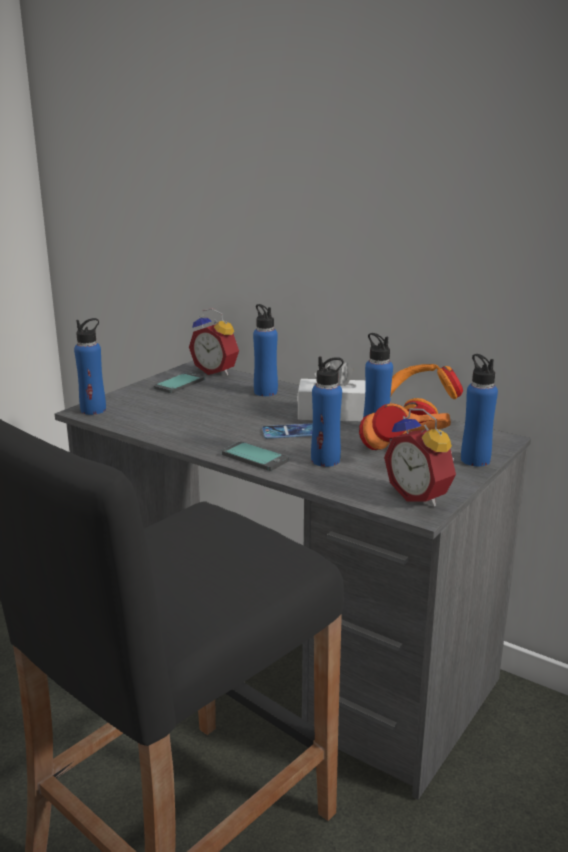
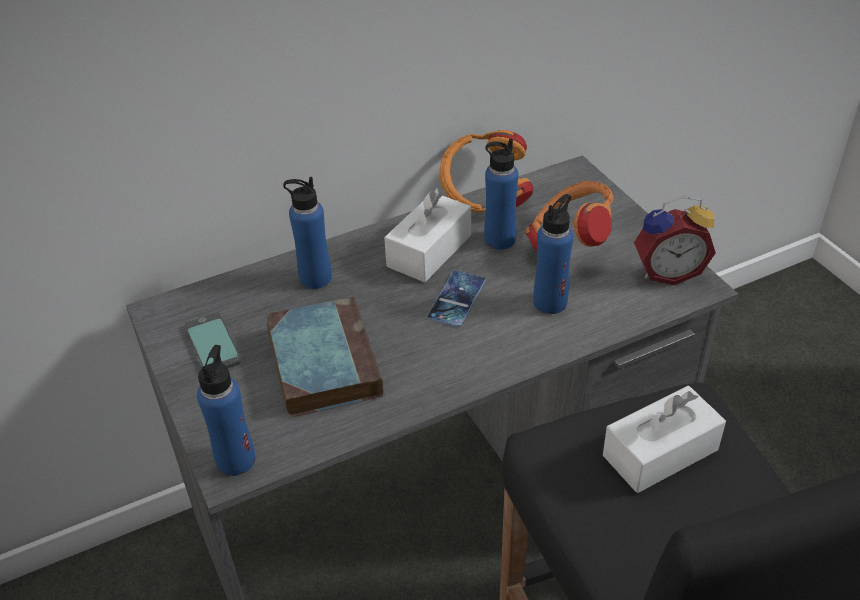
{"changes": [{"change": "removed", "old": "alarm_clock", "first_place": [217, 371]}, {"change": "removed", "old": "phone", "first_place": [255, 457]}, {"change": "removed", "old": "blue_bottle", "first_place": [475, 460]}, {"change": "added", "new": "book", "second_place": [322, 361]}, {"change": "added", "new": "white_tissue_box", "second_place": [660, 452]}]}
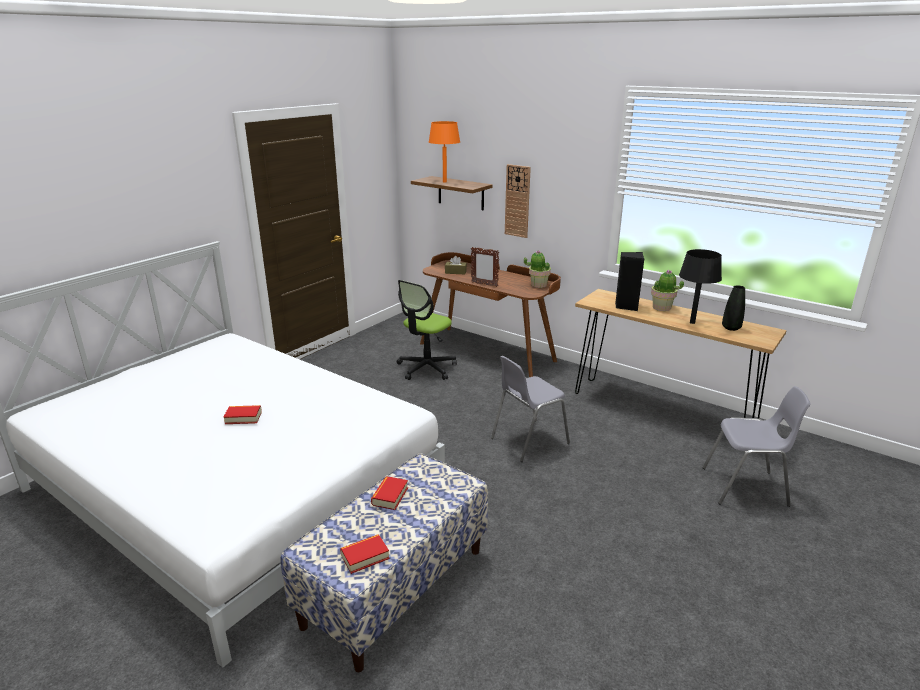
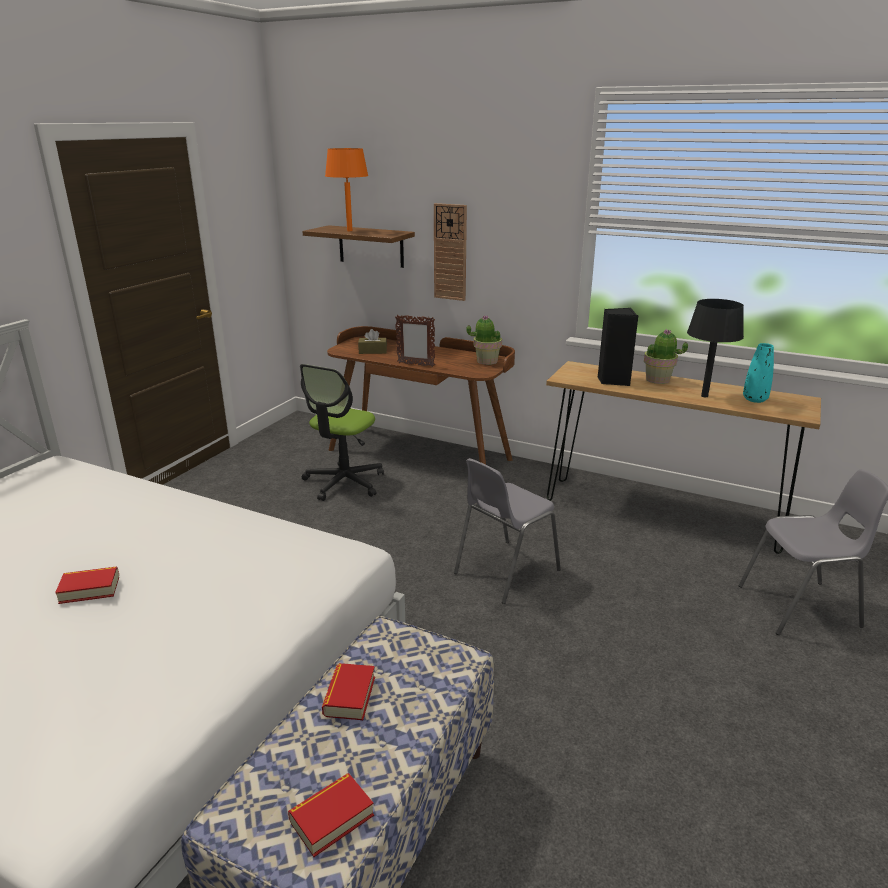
{"changes": [{"change": "recoloured", "old": "black_vase", "new": "turquoise_vase", "first_place": [731, 328], "second_place": [755, 399]}]}
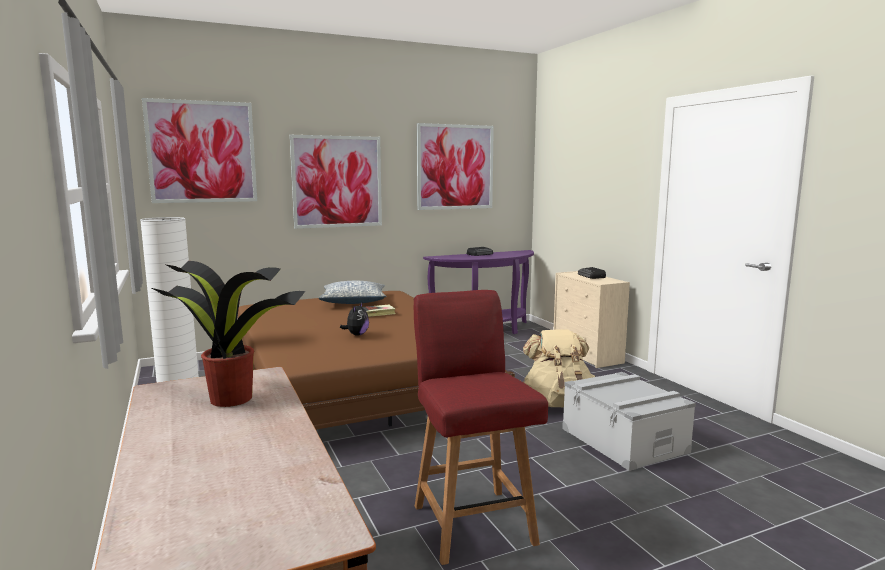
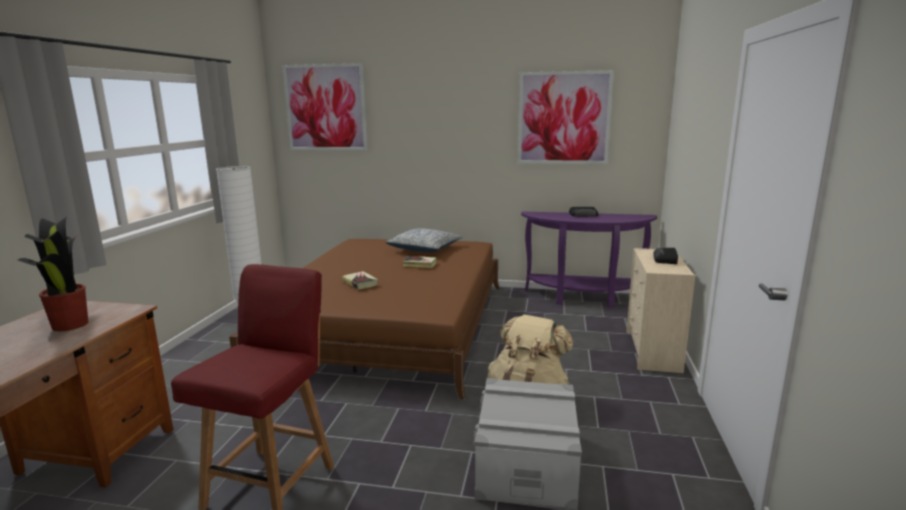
{"changes": [{"change": "removed", "old": "picture", "first_place": [337, 182]}, {"change": "replaced", "old": "plush_toy", "new": "book", "first_place": [356, 334], "second_place": [360, 283]}]}
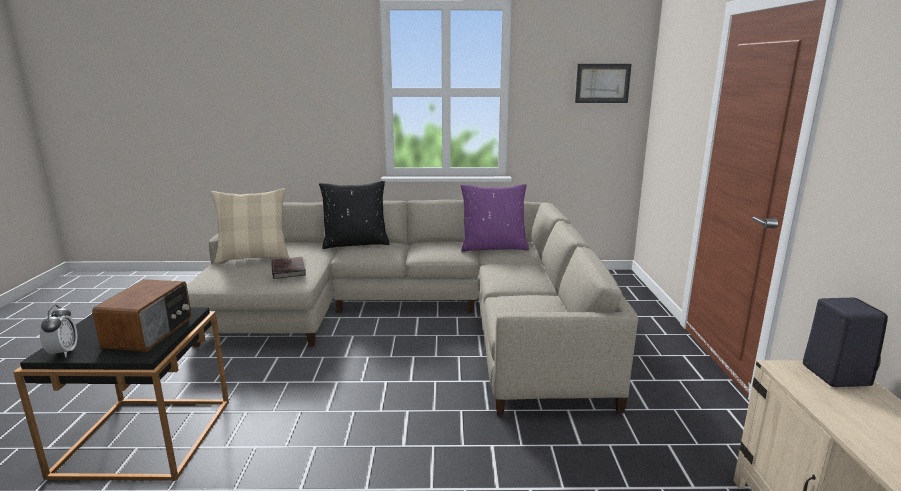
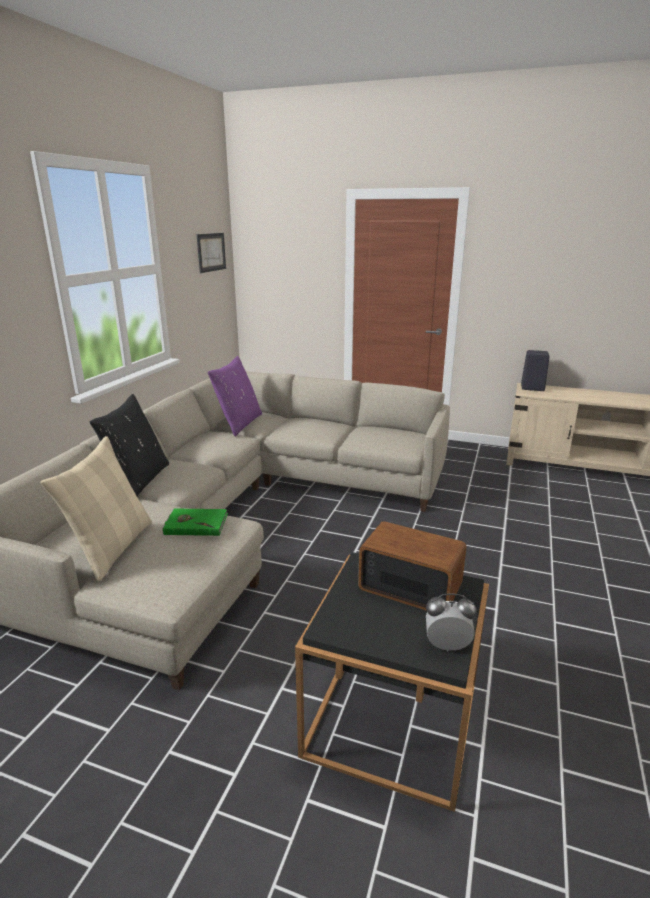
{"changes": [{"change": "recoloured", "old": "brown_book", "new": "green_book", "first_place": [289, 269], "second_place": [196, 524]}]}
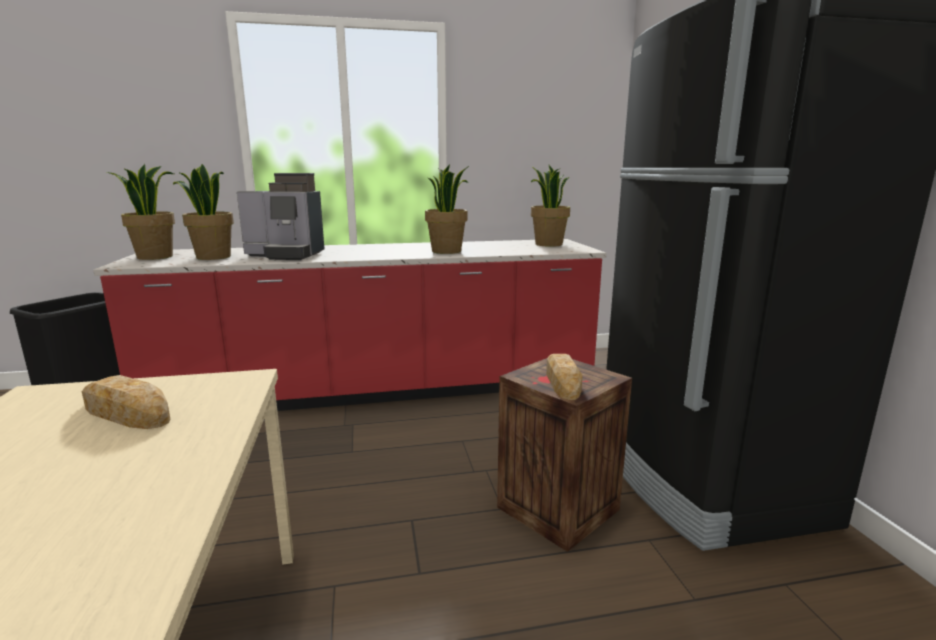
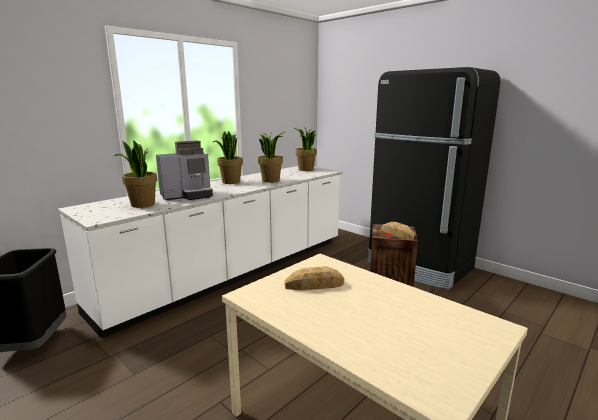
{"changes": [{"change": "recoloured", "old": "red_counter", "new": "white_counter", "first_place": [379, 390], "second_place": [233, 272]}, {"change": "moved", "old": "potted_plant", "first_place": [155, 257], "second_place": [230, 182]}]}
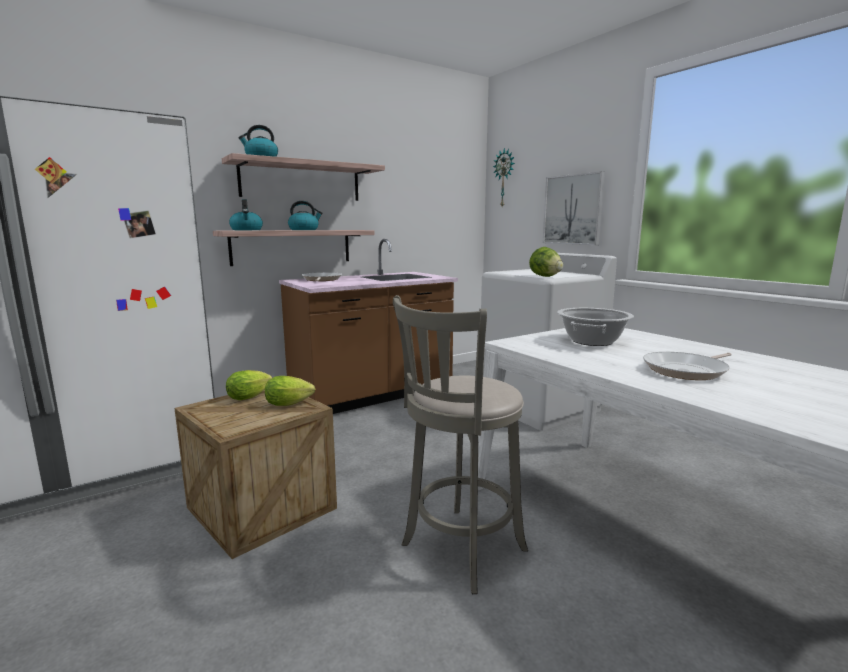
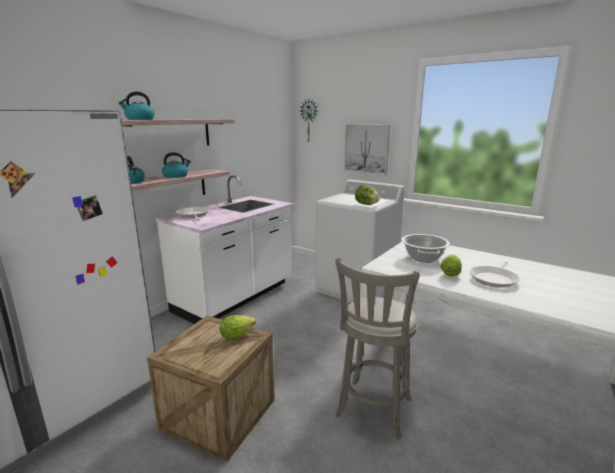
{"changes": [{"change": "moved", "old": "lettuce", "first_place": [251, 397], "second_place": [450, 273]}, {"change": "recoloured", "old": "brown_counter", "new": "white_counter", "first_place": [373, 395], "second_place": [235, 297]}]}
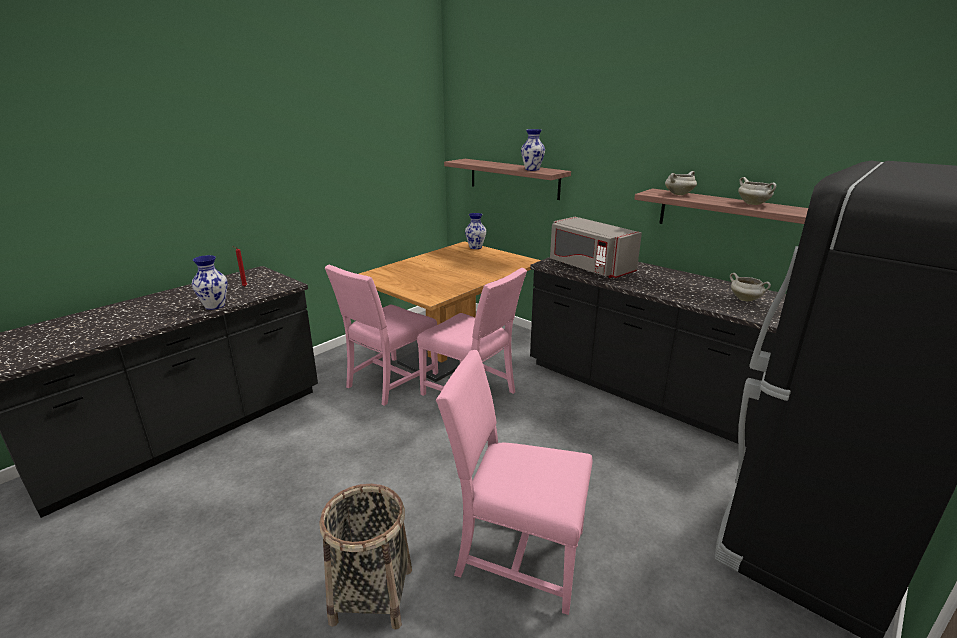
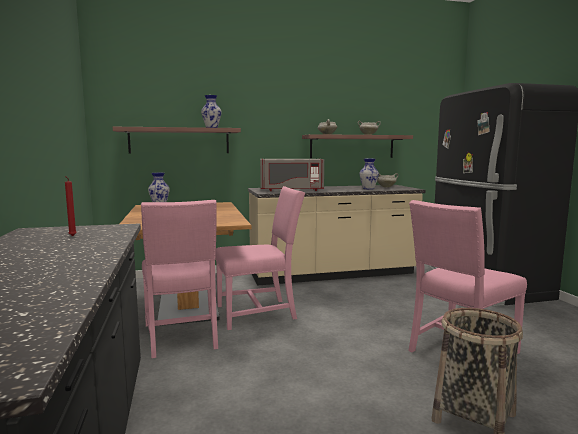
{"changes": [{"change": "moved", "old": "vase", "first_place": [214, 306], "second_place": [368, 188]}, {"change": "recoloured", "old": "black_counter", "new": "beige_counter", "first_place": [639, 391], "second_place": [333, 274]}]}
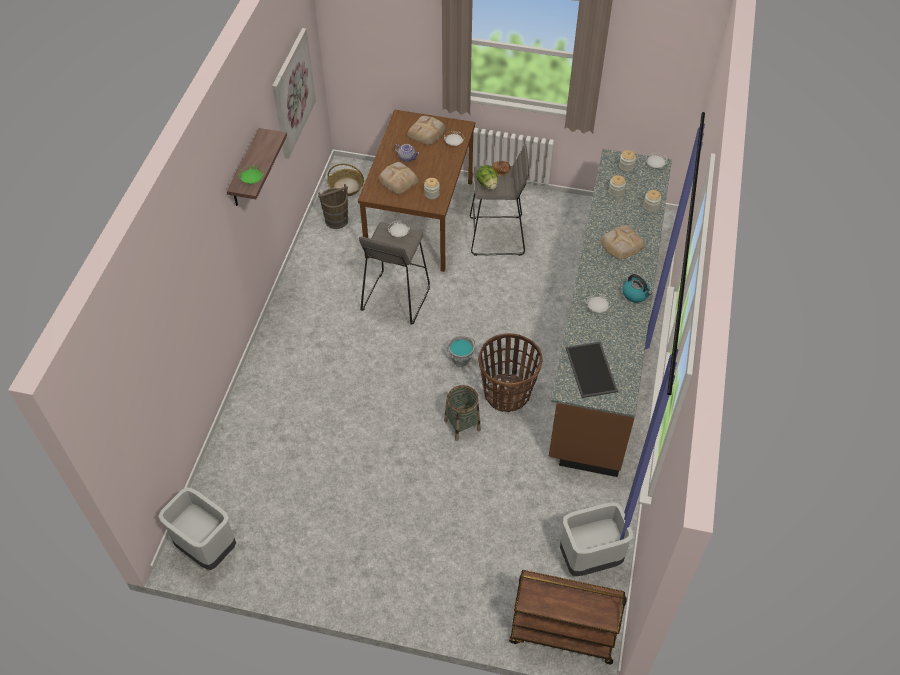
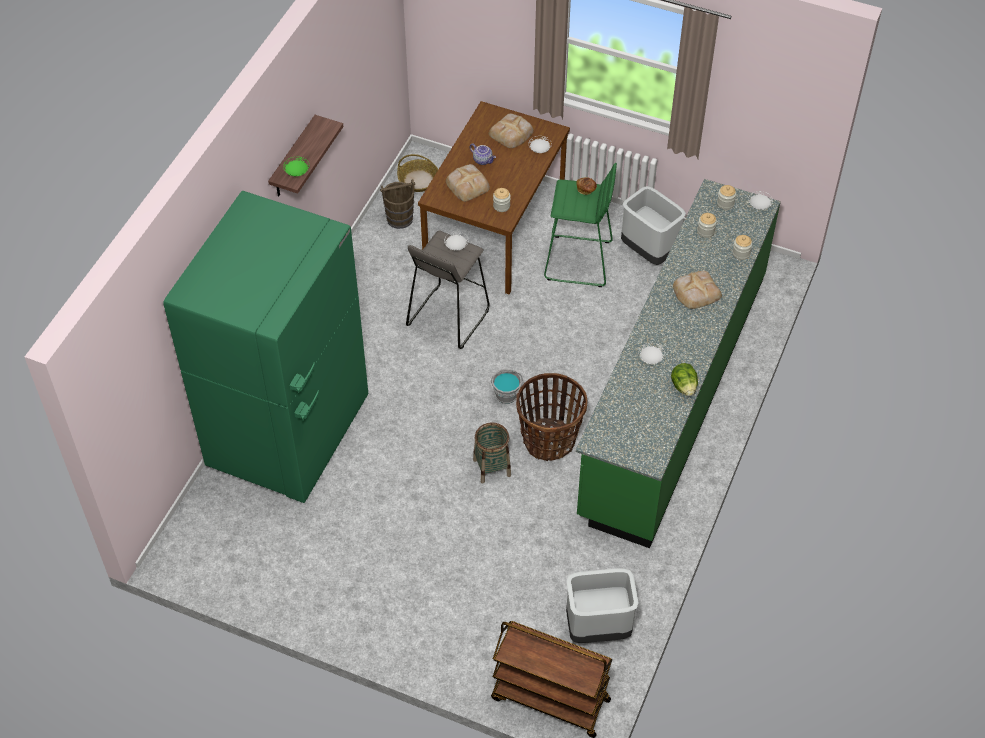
{"changes": [{"change": "moved", "old": "grey_trash_can", "first_place": [206, 548], "second_place": [648, 252]}, {"change": "removed", "old": "picture", "first_place": [292, 93]}, {"change": "recoloured", "old": "grey_stool", "new": "green_stool", "first_place": [497, 236], "second_place": [578, 261]}, {"change": "moved", "old": "lettuce", "first_place": [487, 184], "second_place": [684, 386]}, {"change": "recoloured", "old": "brown_counter", "new": "green_counter", "first_place": [603, 337], "second_place": [672, 393]}, {"change": "removed", "old": "tray", "first_place": [592, 370]}, {"change": "removed", "old": "kettle", "first_place": [635, 294]}, {"change": "added", "new": "green_fridge", "second_place": [290, 434]}]}
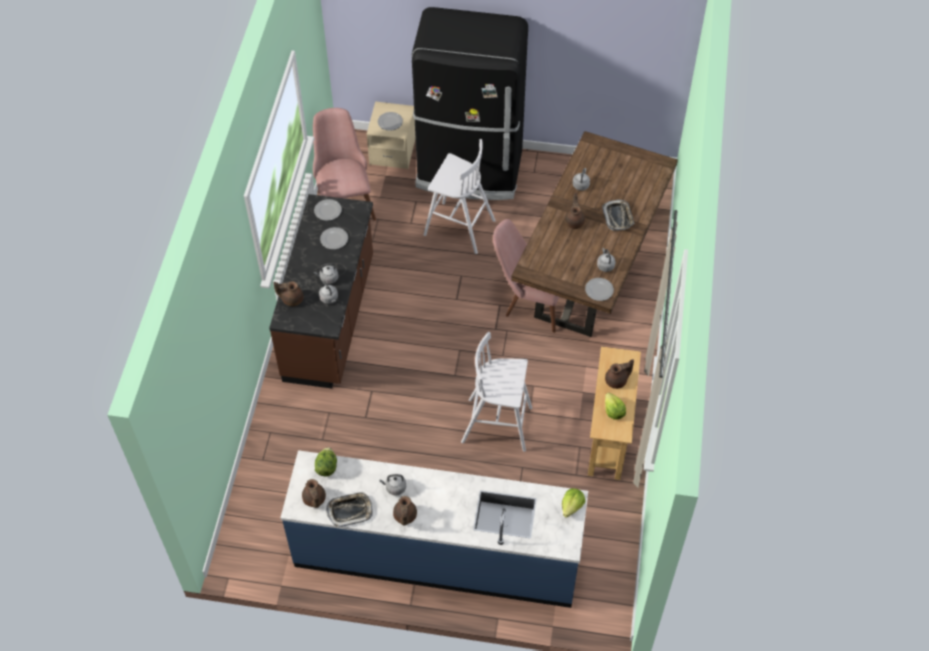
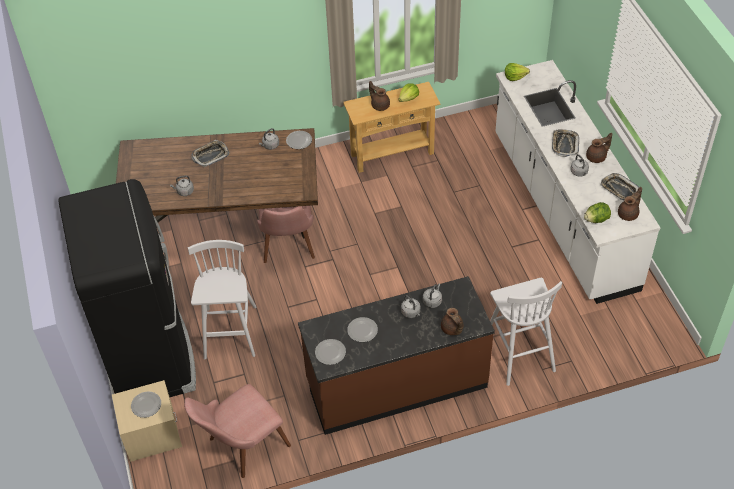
{"changes": [{"change": "recoloured", "old": "blue_counter", "new": "white_counter", "first_place": [437, 554], "second_place": [562, 211]}, {"change": "moved", "old": "white_stool", "first_place": [498, 425], "second_place": [518, 352]}, {"change": "removed", "old": "brown_teapot", "first_place": [574, 221]}, {"change": "added", "new": "tray", "second_place": [564, 145]}]}
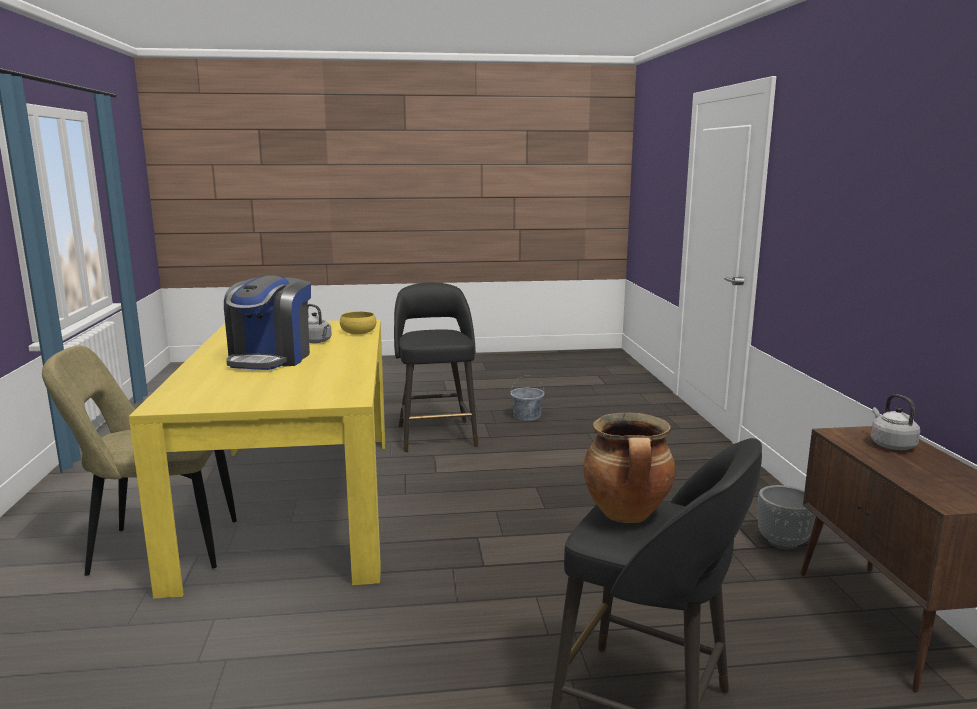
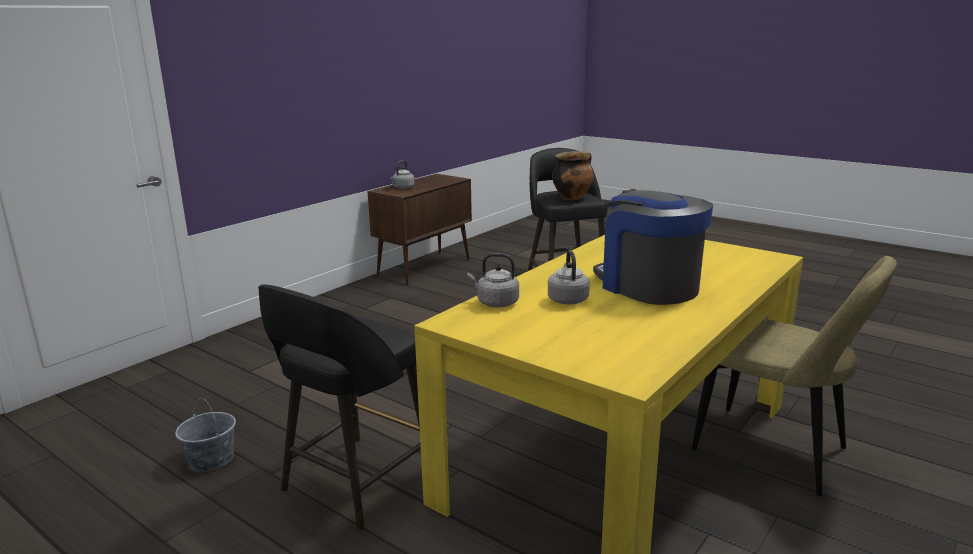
{"changes": [{"change": "turned", "old": "coffee_machine", "first_place": [271, 359], "second_place": [647, 286], "degrees": -90}, {"change": "replaced", "old": "yellow_bowl", "new": "grey_kettle", "first_place": [358, 332], "second_place": [495, 303]}, {"change": "removed", "old": "grey_planter", "first_place": [782, 543]}]}
